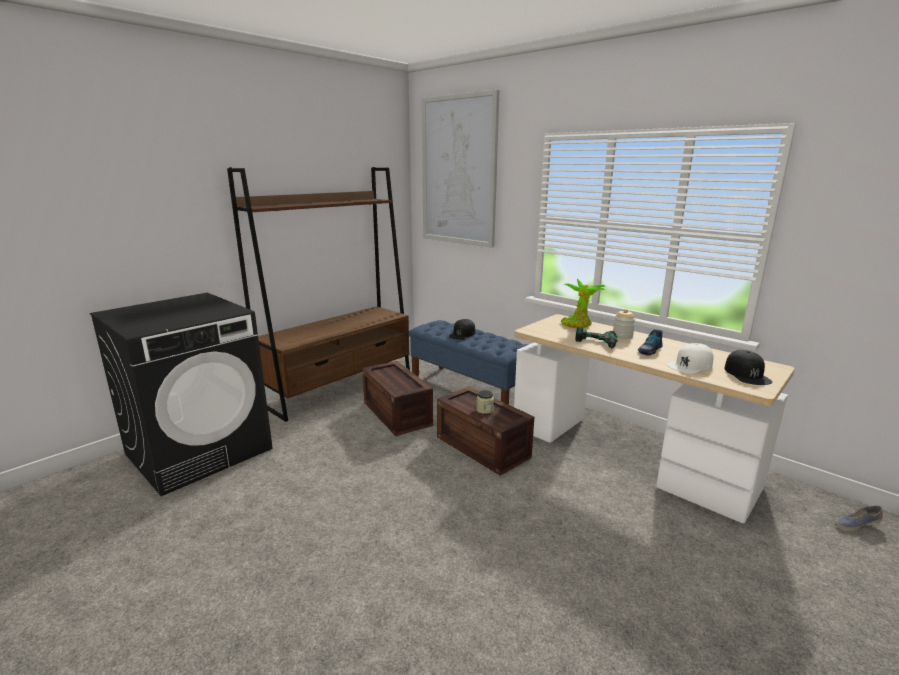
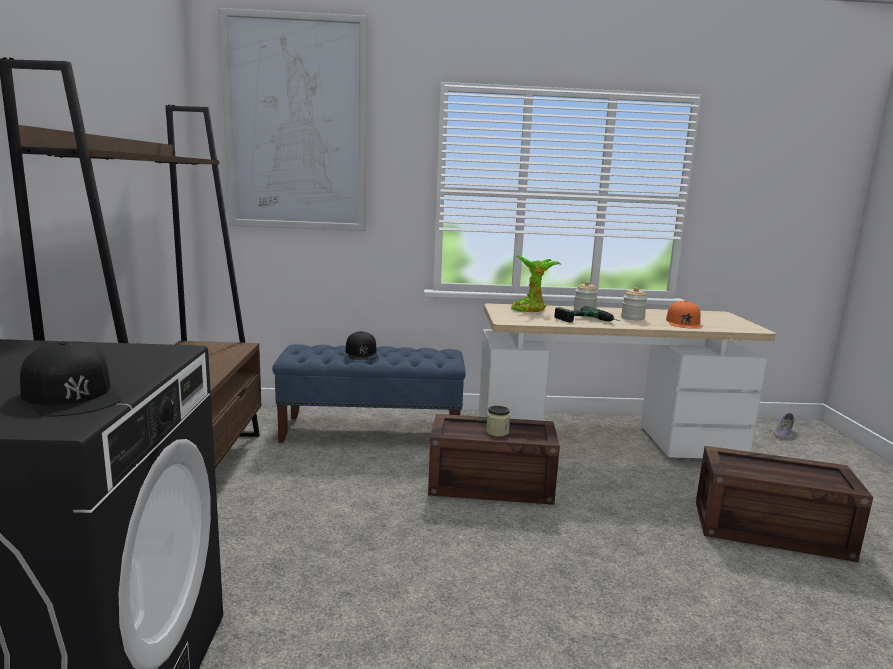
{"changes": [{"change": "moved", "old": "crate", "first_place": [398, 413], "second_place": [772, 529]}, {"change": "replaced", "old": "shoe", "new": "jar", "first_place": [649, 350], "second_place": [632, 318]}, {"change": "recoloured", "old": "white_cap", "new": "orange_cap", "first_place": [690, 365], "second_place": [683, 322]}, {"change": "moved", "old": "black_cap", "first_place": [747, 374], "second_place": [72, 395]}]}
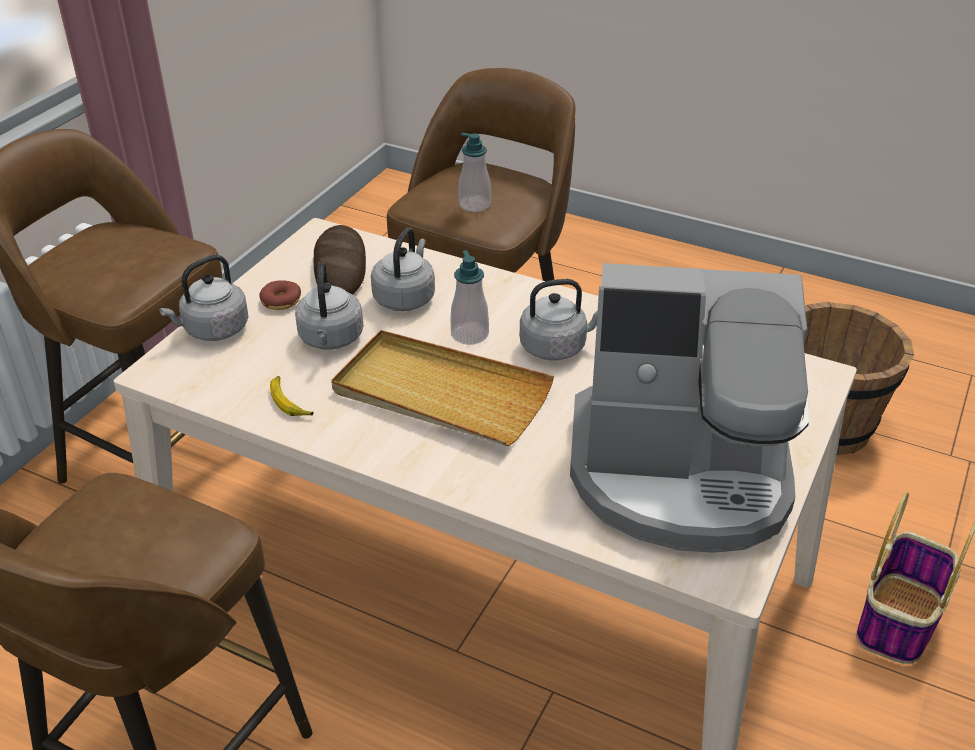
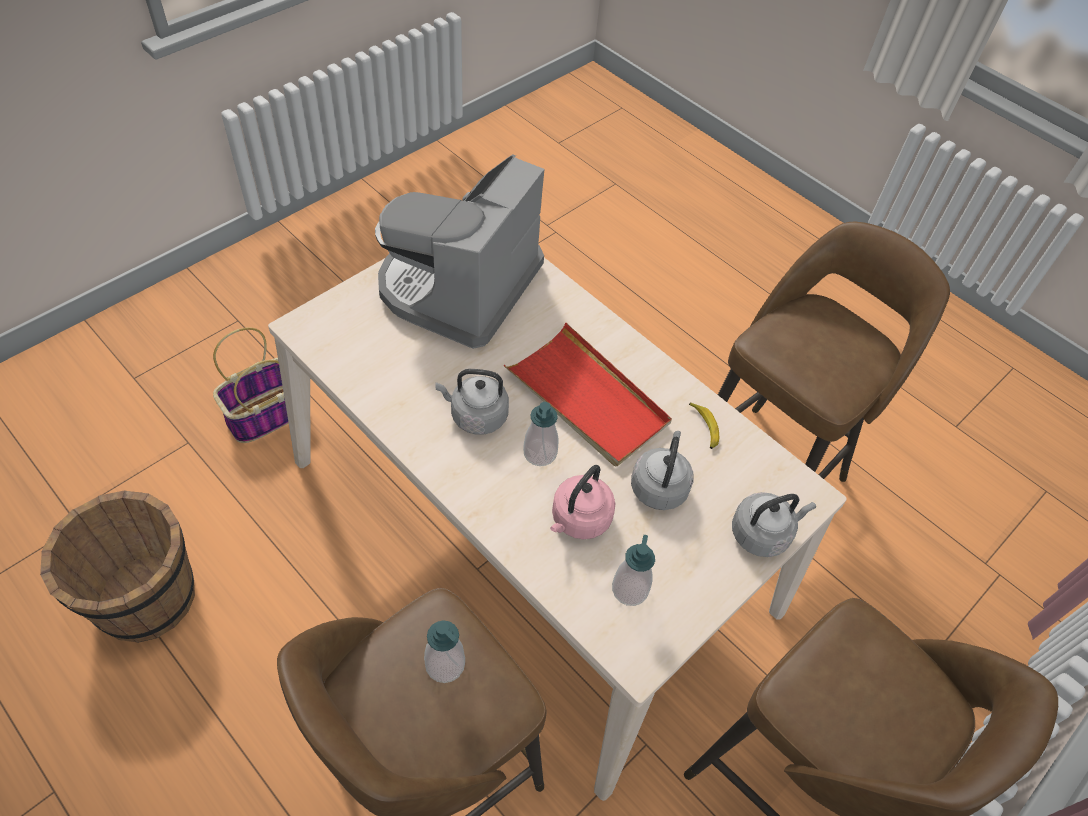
{"changes": [{"change": "removed", "old": "donut", "first_place": [281, 301]}, {"change": "replaced", "old": "bread", "new": "soap_dispenser", "first_place": [340, 267], "second_place": [630, 589]}, {"change": "recoloured", "old": "beige_tray", "new": "red_tray", "first_place": [440, 394], "second_place": [587, 399]}, {"change": "recoloured", "old": "grey_kettle", "new": "pink_kettle", "first_place": [405, 297], "second_place": [579, 520]}, {"change": "turned", "old": "coffee_machine", "first_place": [680, 474], "second_place": [459, 286], "degrees": -90}]}
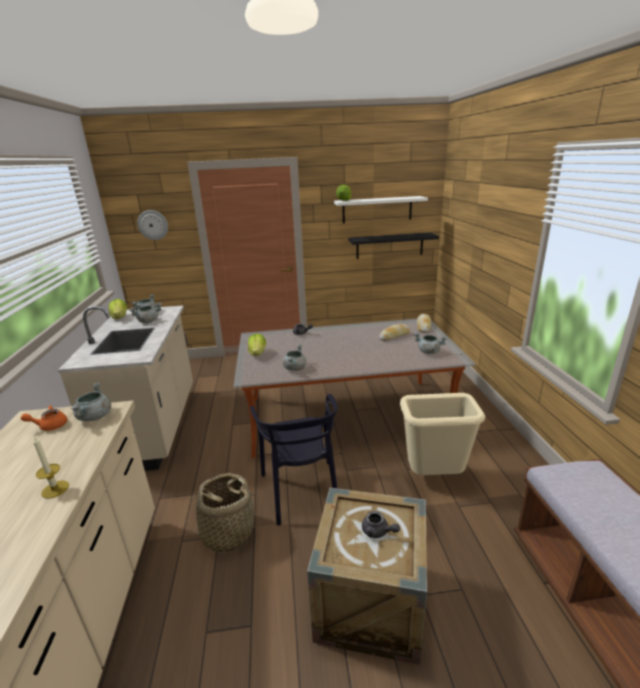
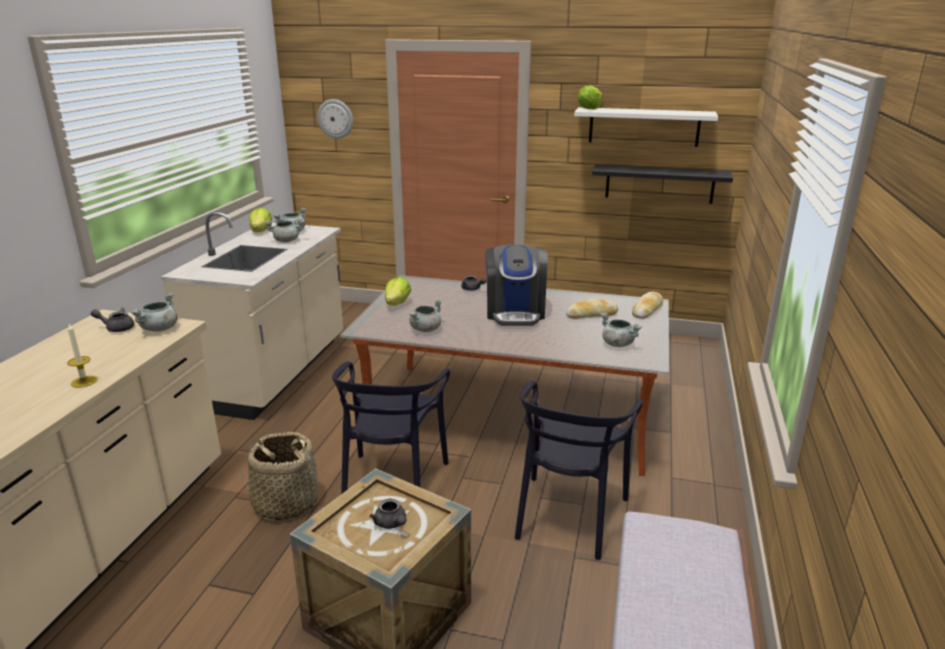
{"changes": [{"change": "recoloured", "old": "orange_teapot", "new": "grey_teapot", "first_place": [50, 425], "second_place": [117, 328]}, {"change": "replaced", "old": "beige_trash_can", "new": "black_chair", "first_place": [434, 477], "second_place": [568, 515]}, {"change": "added", "new": "coffee_machine", "second_place": [515, 312]}]}
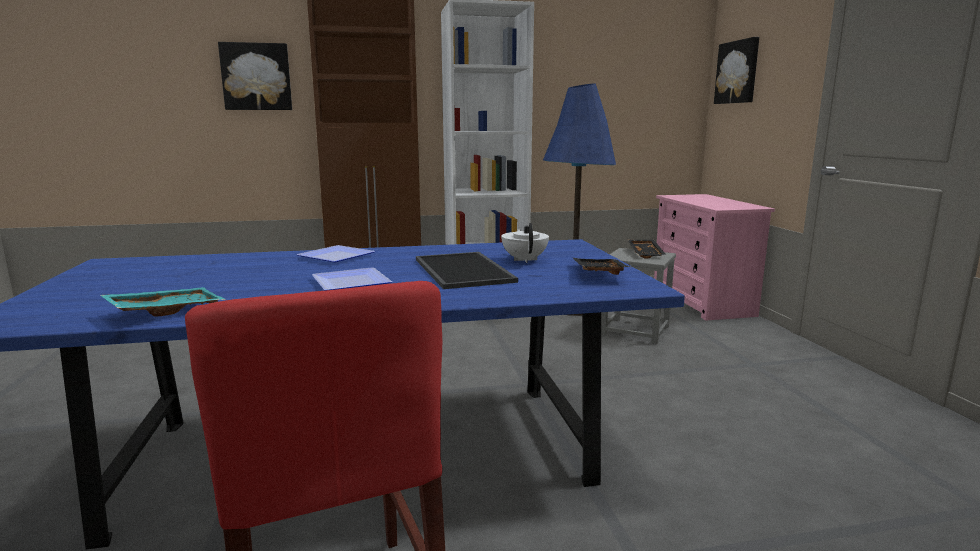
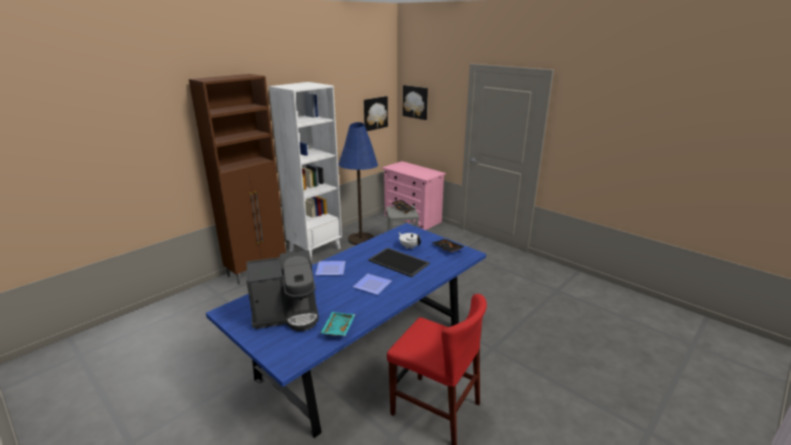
{"changes": [{"change": "moved", "old": "picture", "first_place": [256, 77], "second_place": [375, 113]}, {"change": "added", "new": "coffee_machine", "second_place": [287, 314]}]}
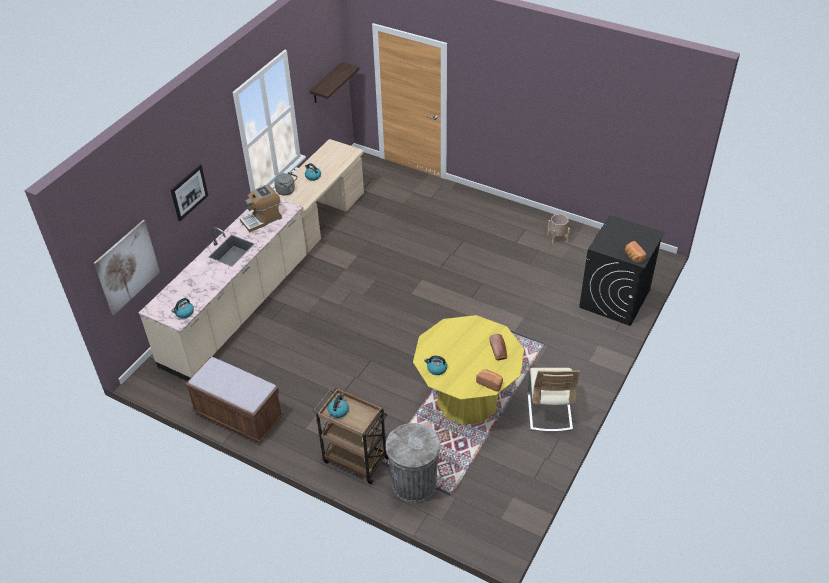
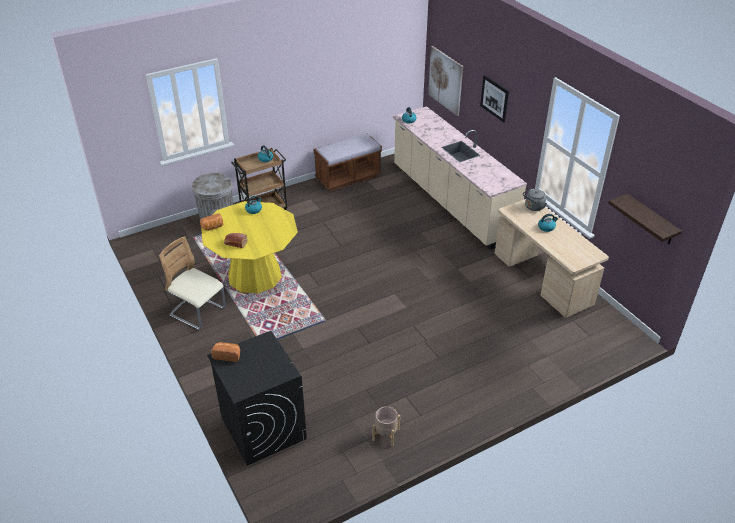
{"changes": [{"change": "removed", "old": "coffee_machine", "first_place": [262, 219]}]}
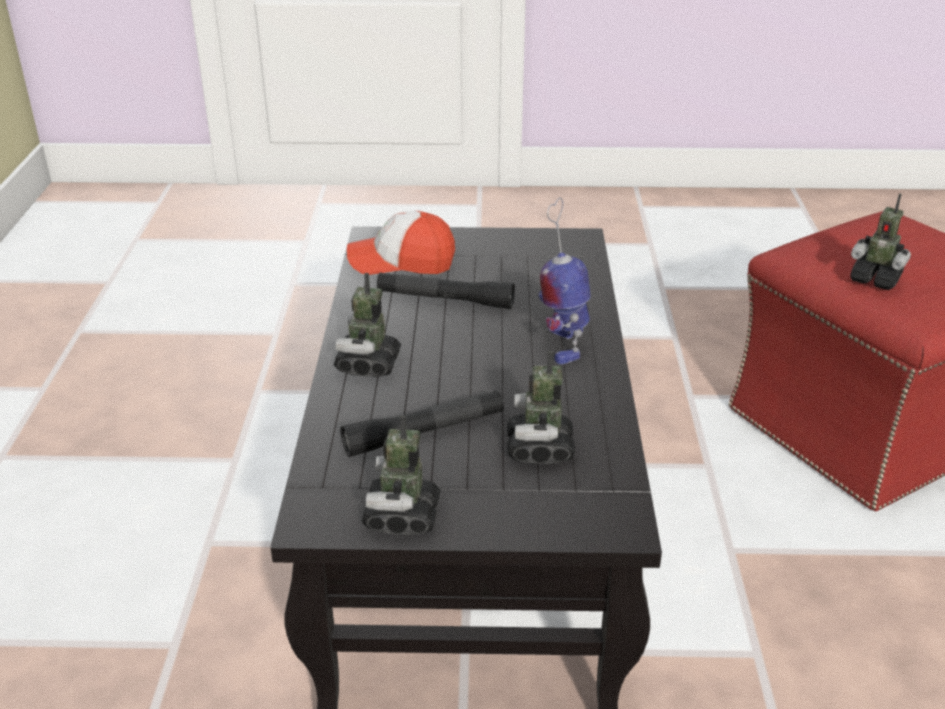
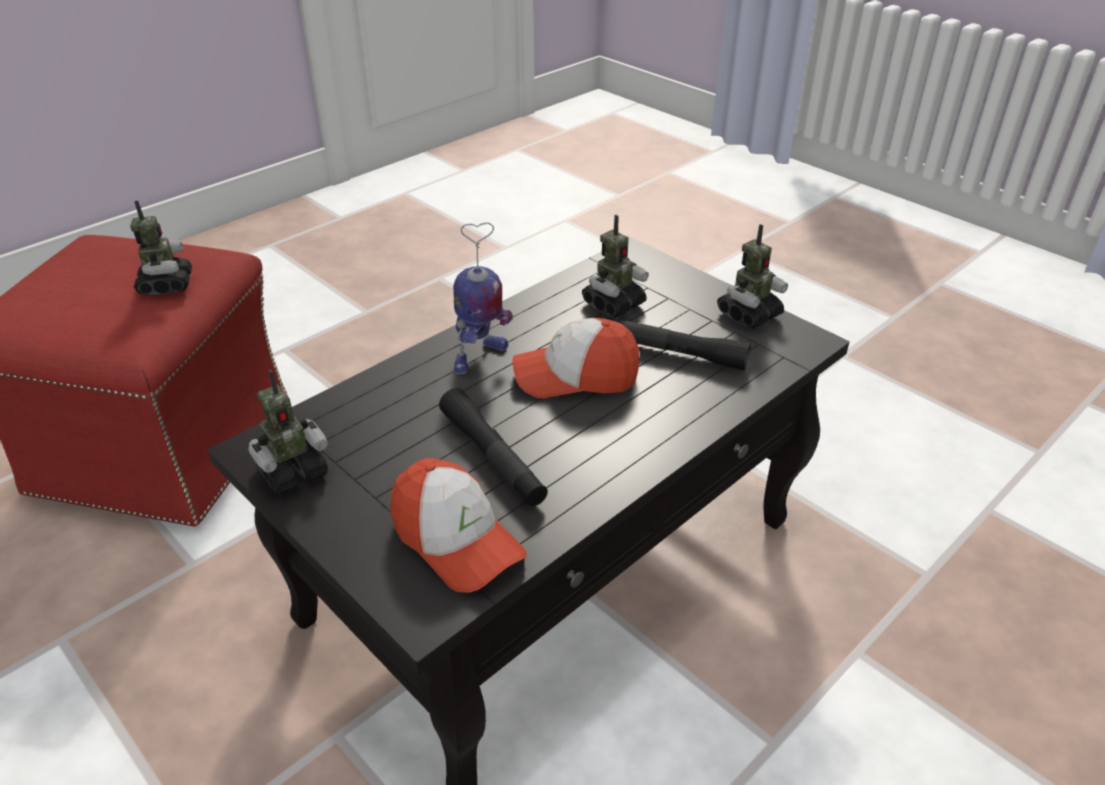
{"changes": [{"change": "moved", "old": "toy_robot", "first_place": [368, 364], "second_place": [292, 471]}, {"change": "added", "new": "cap", "second_place": [575, 376]}]}
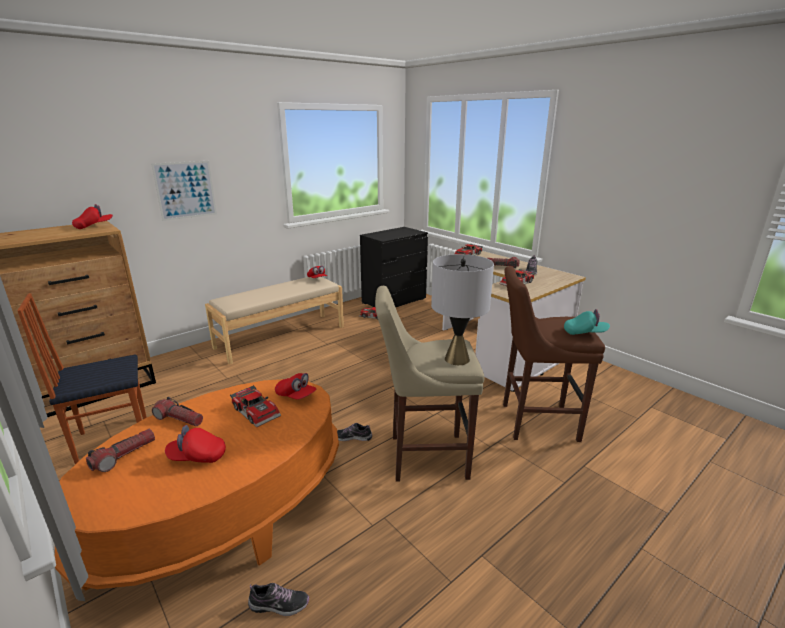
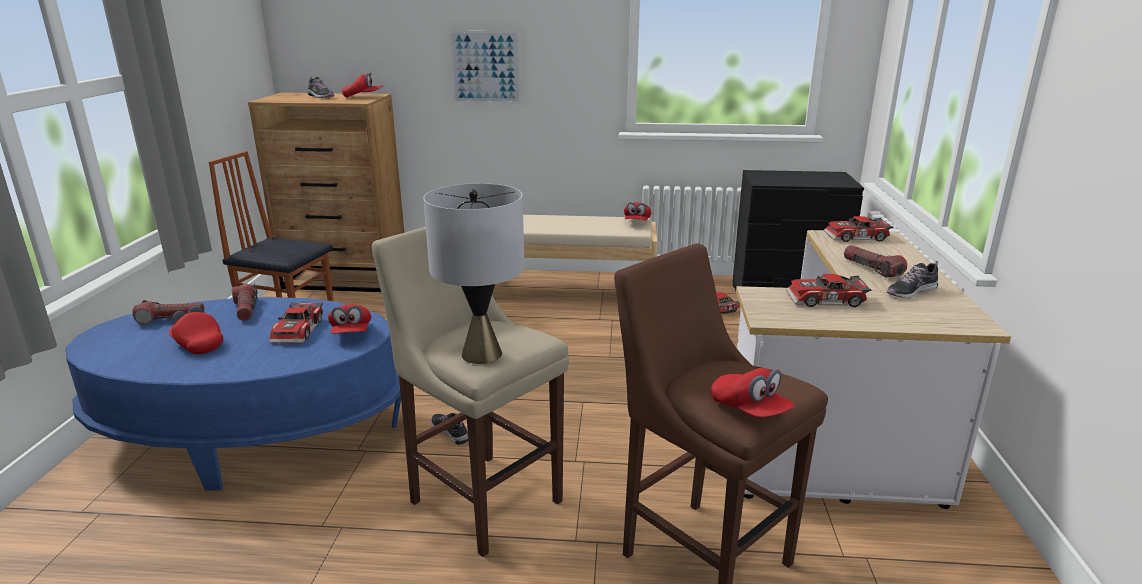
{"changes": [{"change": "recoloured", "old": "orange_coffee_table", "new": "blue_coffee_table", "first_place": [225, 514], "second_place": [253, 433]}, {"change": "moved", "old": "shoe", "first_place": [279, 605], "second_place": [320, 96]}, {"change": "recoloured", "old": "turquoise_cap", "new": "red_cap", "first_place": [585, 333], "second_place": [749, 410]}]}
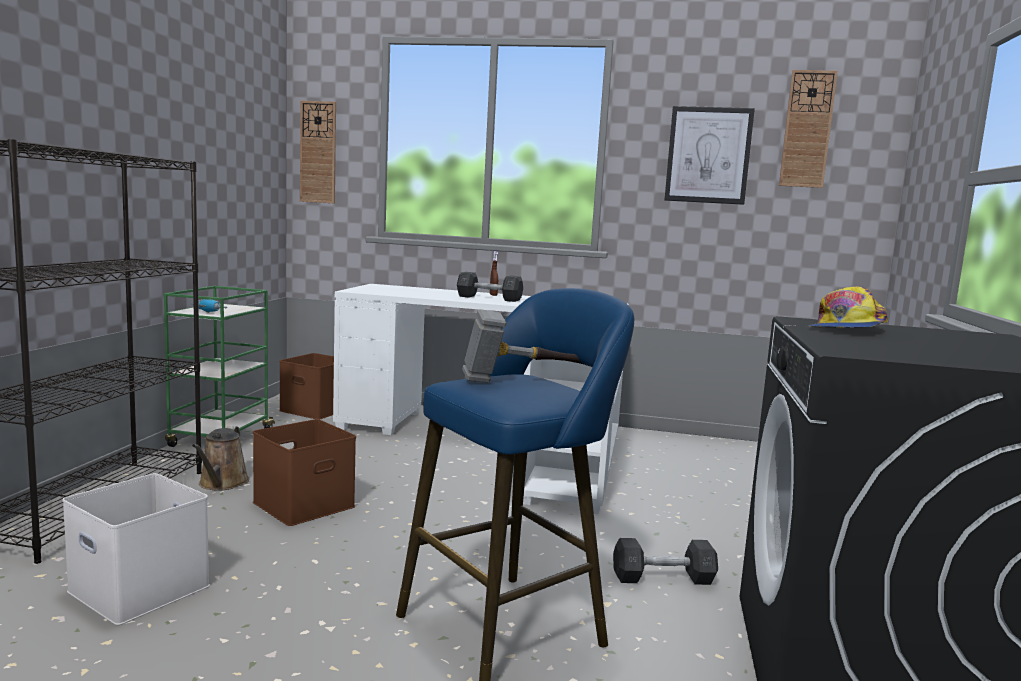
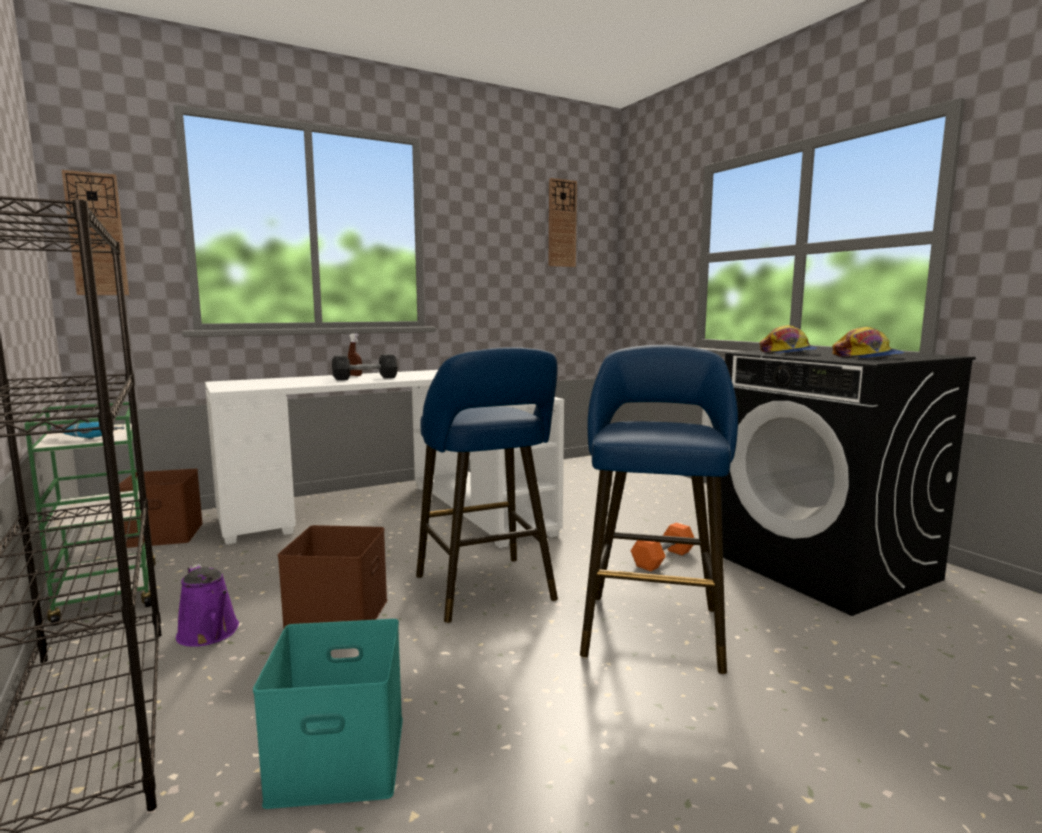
{"changes": [{"change": "recoloured", "old": "white_storage_box", "new": "turquoise_storage_box", "first_place": [143, 588], "second_place": [342, 756]}, {"change": "recoloured", "old": "brown_watering_can", "new": "purple_watering_can", "first_place": [222, 483], "second_place": [210, 634]}, {"change": "removed", "old": "hammer", "first_place": [529, 381]}, {"change": "recoloured", "old": "grey_dumbbell", "new": "orange_dumbbell", "first_place": [663, 578], "second_place": [663, 559]}, {"change": "removed", "old": "picture", "first_place": [708, 155]}, {"change": "added", "new": "blue_stool", "second_place": [487, 591]}, {"change": "added", "new": "cap", "second_place": [867, 357]}]}
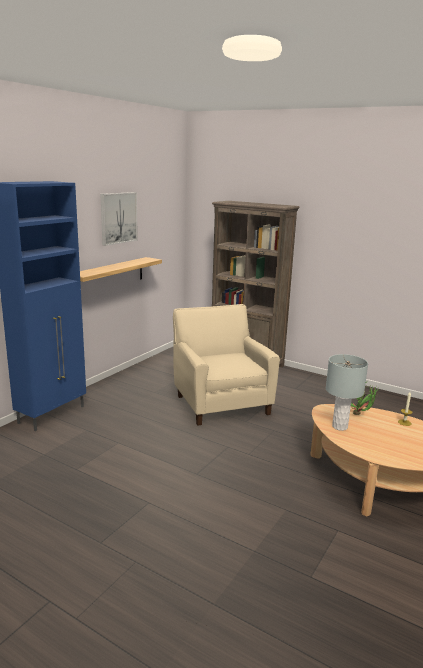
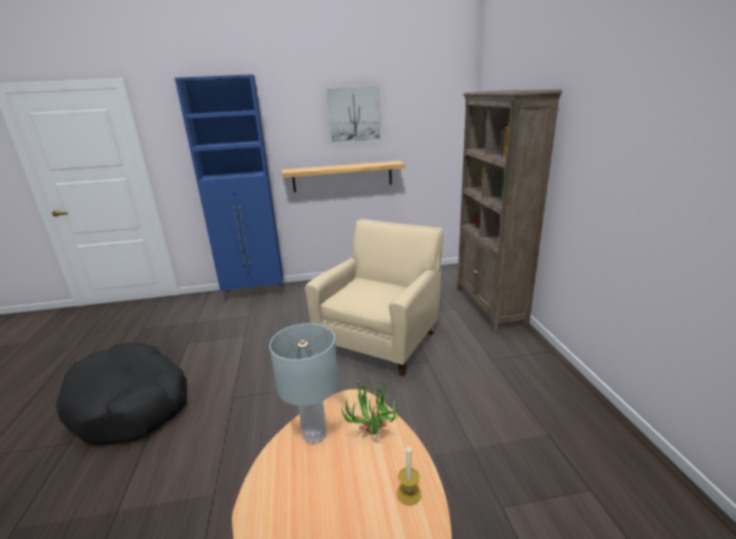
{"changes": [{"change": "added", "new": "black_dog_bed", "second_place": [131, 404]}]}
